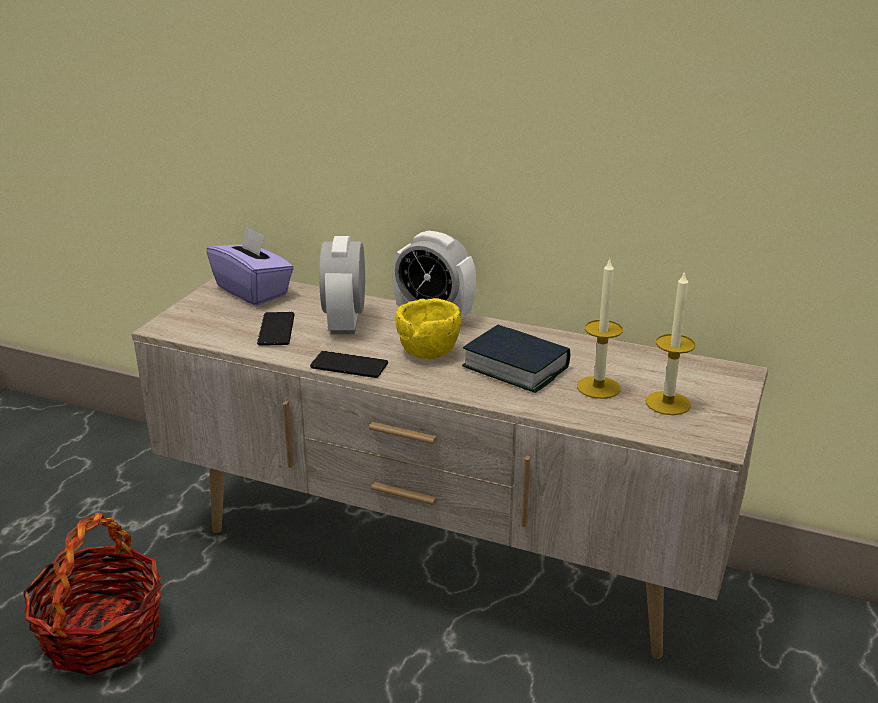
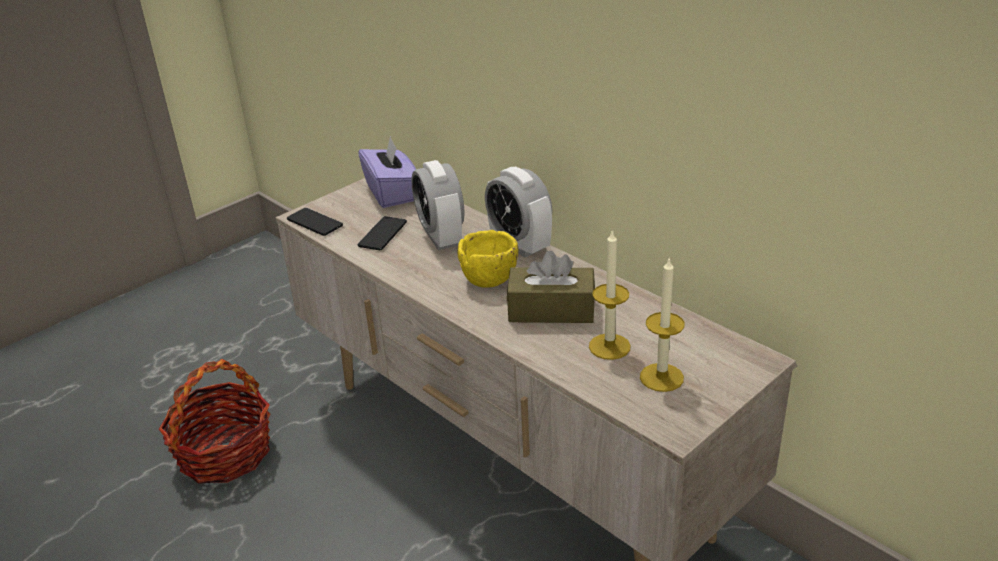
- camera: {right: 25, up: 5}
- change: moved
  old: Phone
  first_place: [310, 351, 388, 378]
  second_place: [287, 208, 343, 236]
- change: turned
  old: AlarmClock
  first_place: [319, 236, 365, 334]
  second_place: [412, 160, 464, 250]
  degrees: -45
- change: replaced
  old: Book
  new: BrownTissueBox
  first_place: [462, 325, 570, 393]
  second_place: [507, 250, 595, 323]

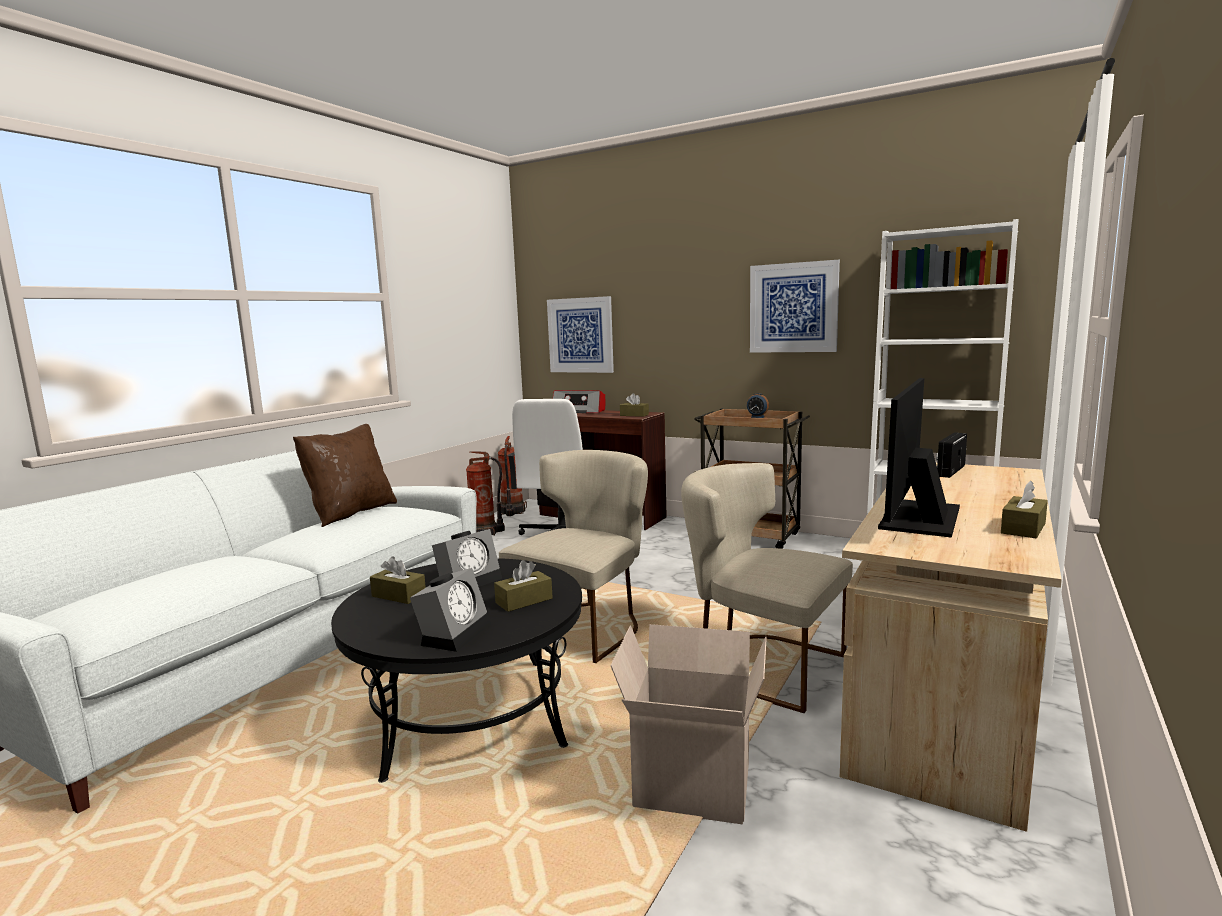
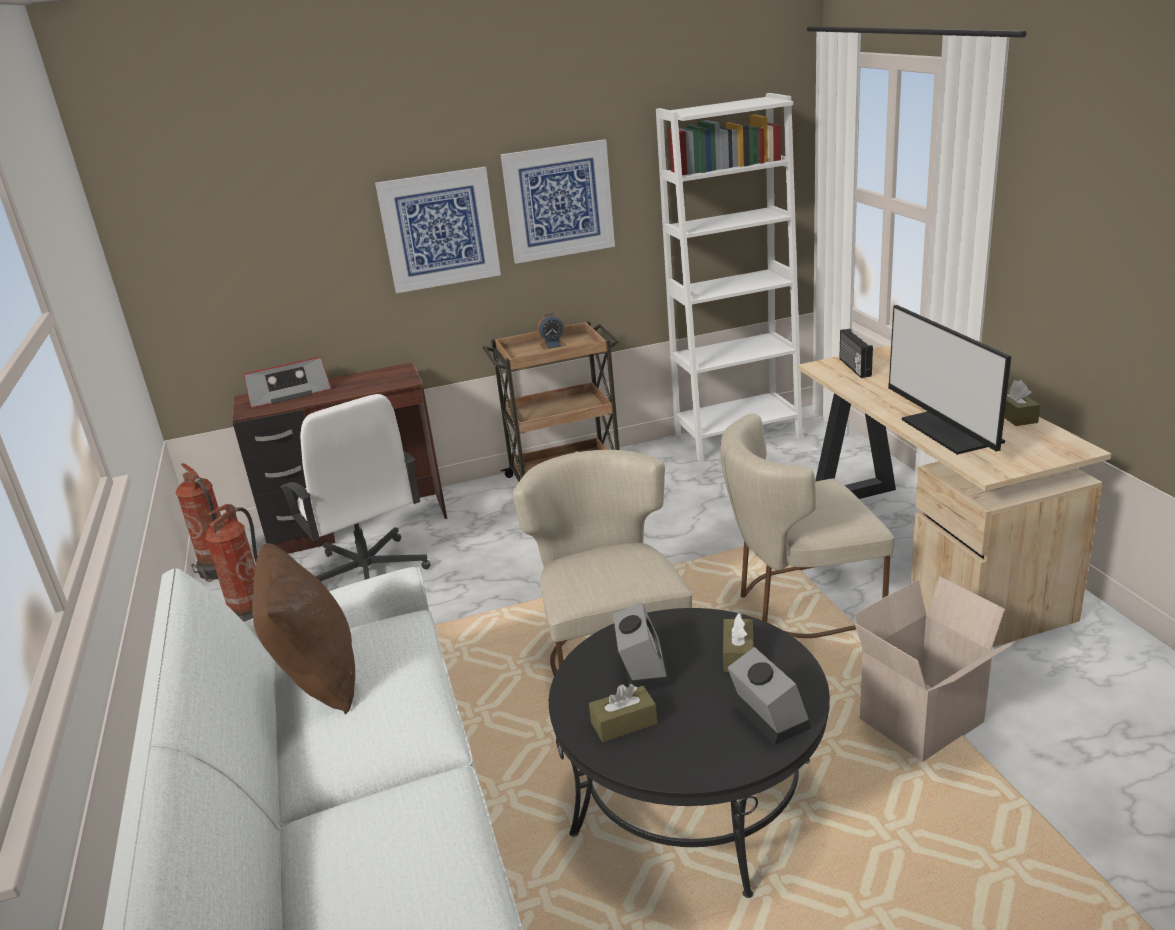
- camera: {right: -45, up: 15}
- change: moved
  old: Picture
  first_place: [547, 296, 614, 373]
  second_place: [375, 167, 501, 293]
- change: removed
  old: BrownTissueBox
  first_place: [620, 393, 649, 417]

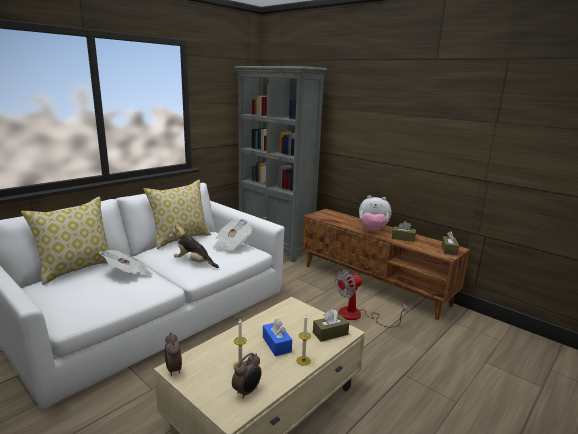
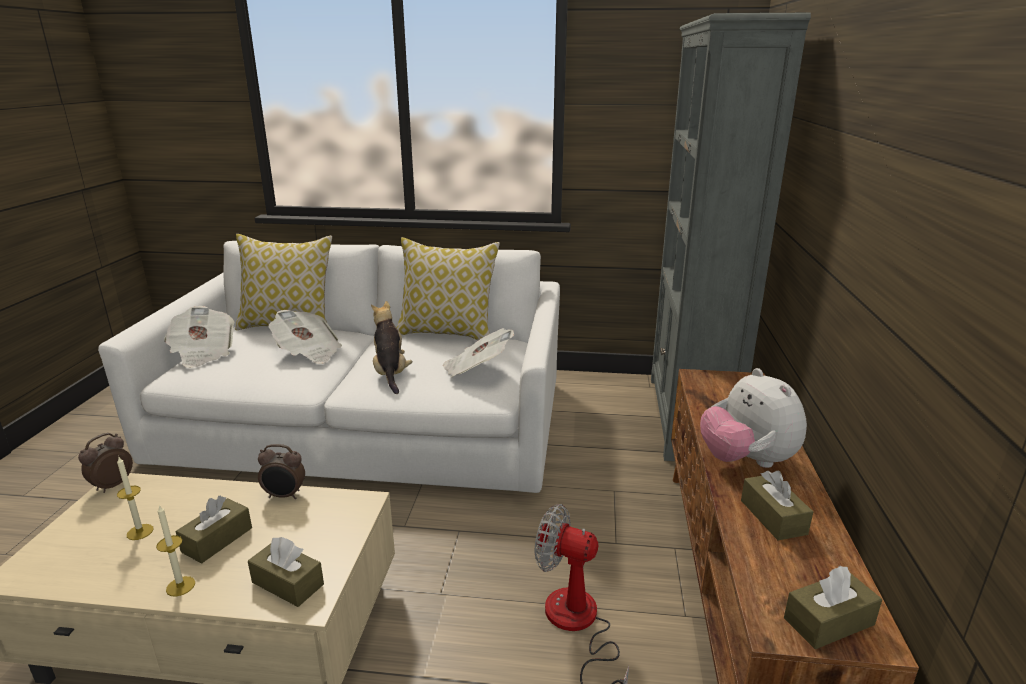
- camera: {right: 55, up: 5}
- change: added
  new: Newspaper
  second_place: [164, 306, 235, 368]
- change: recoloured
  old: BlueTissueBox
  new: BrownTissueBox
  first_place: [263, 318, 292, 356]
  second_place: [176, 496, 252, 563]
- change: moved
  old: AlarmClock
  first_place: [232, 353, 261, 399]
  second_place: [258, 444, 305, 499]

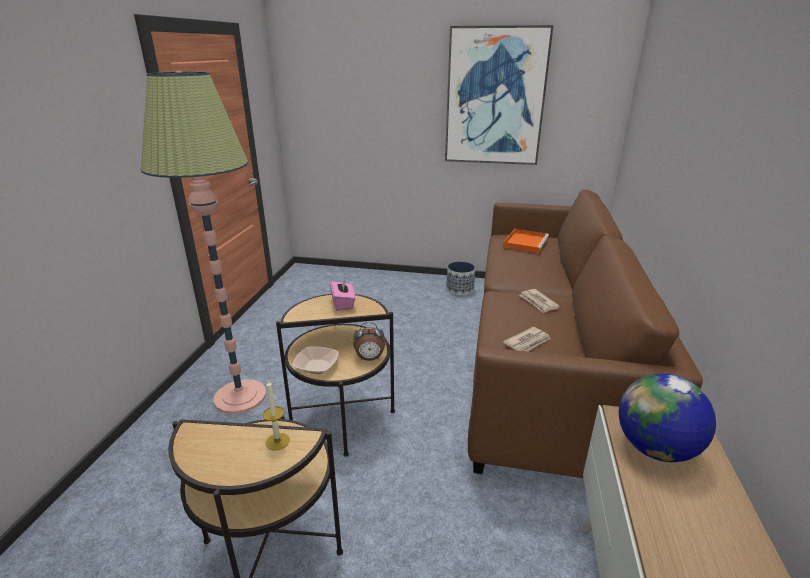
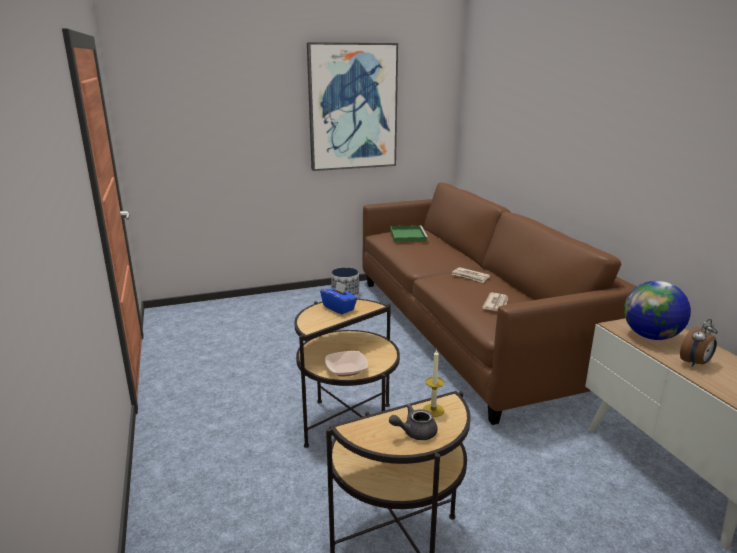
- camera: {right: -30, up: -5}
- change: recoloured
  old: PinkTissueBox
  new: BlueTissueBox
  first_place: [330, 278, 355, 311]
  second_place: [320, 281, 357, 314]
- change: added
  new: GreyTeapot
  second_place: [389, 404, 438, 440]
- change: recoloured
  old: OrangeTray
  new: GreenTray
  first_place: [503, 229, 549, 253]
  second_place: [390, 225, 428, 243]
- change: moved
  old: AlarmClock
  first_place: [353, 322, 385, 361]
  second_place: [680, 319, 718, 367]
- change: removed
  old: FloorLamp
  first_place: [140, 71, 266, 414]

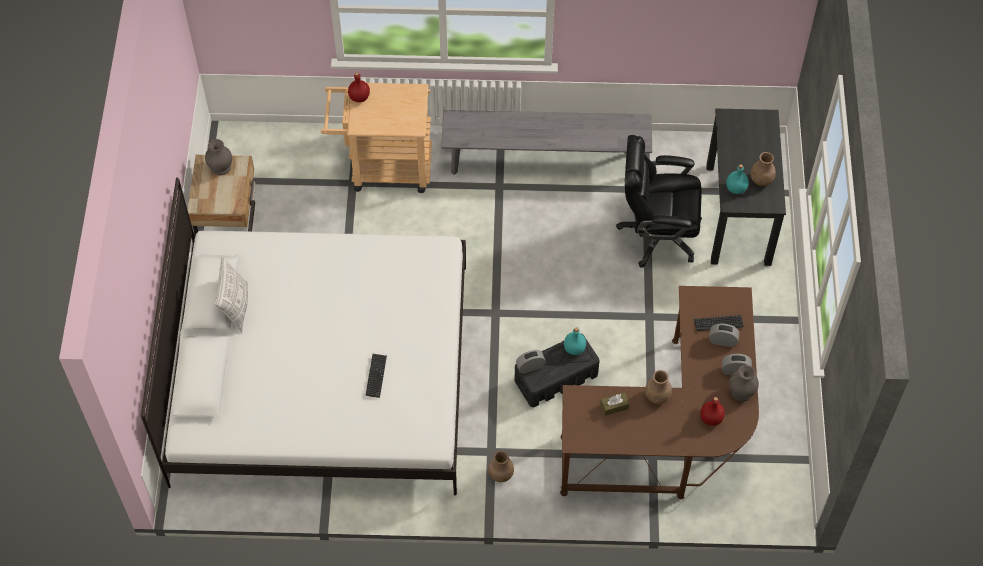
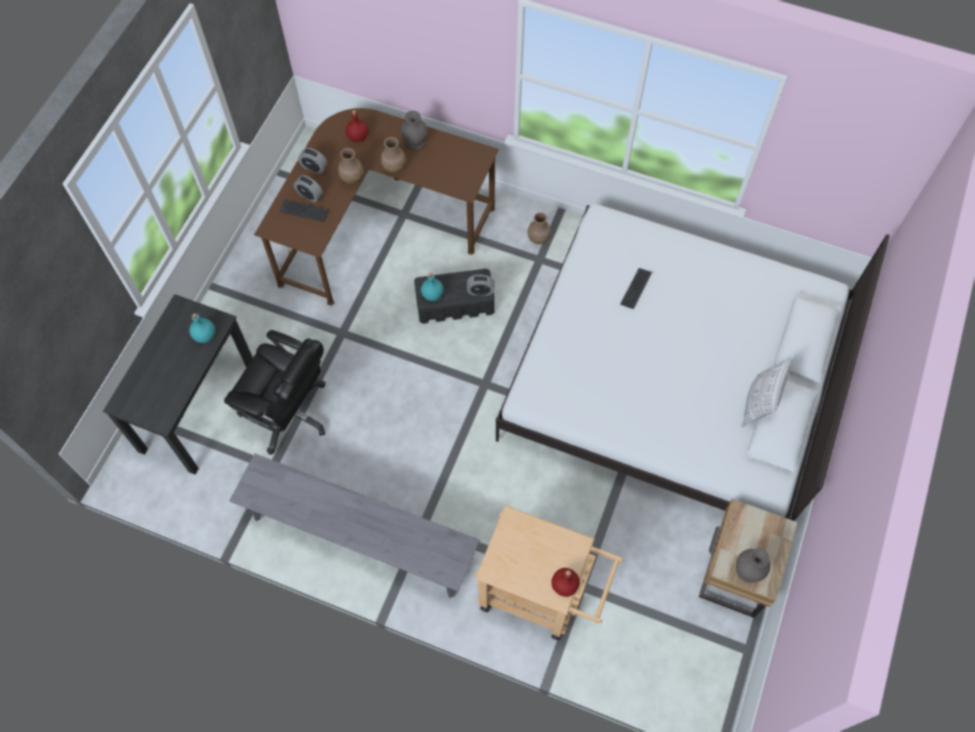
- camera: {right: -160, up: 5}
- change: moved
  old: BrownVase
  first_place: [750, 152, 776, 186]
  second_place: [338, 148, 364, 184]
- change: moved
  old: GreyVase
  first_place: [729, 365, 759, 402]
  second_place: [401, 111, 428, 150]
- change: removed
  old: BrownTissueBox
  first_place: [600, 393, 629, 416]

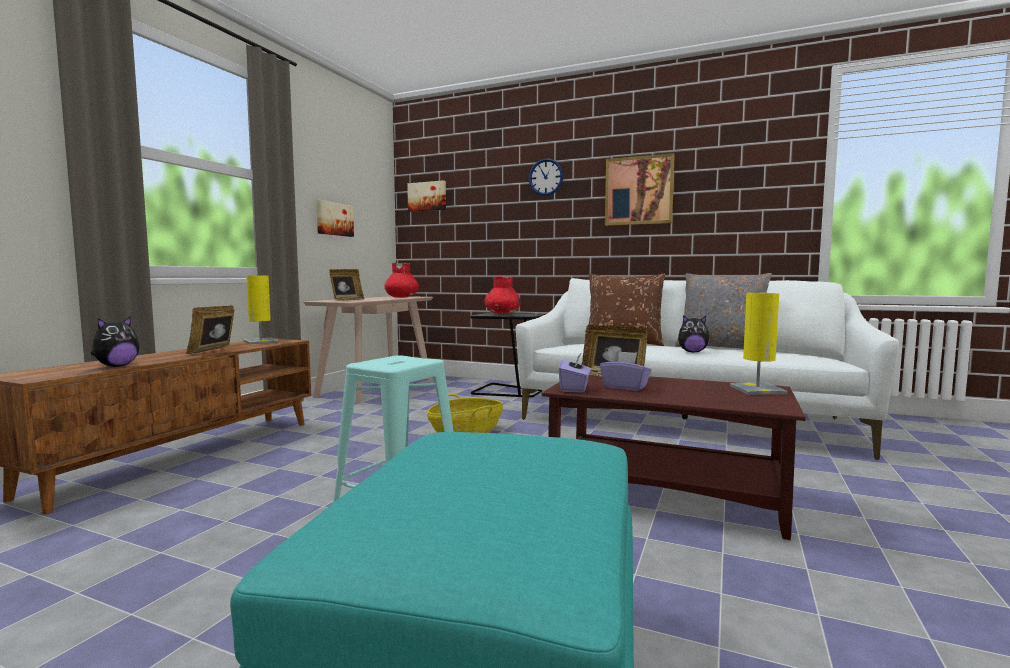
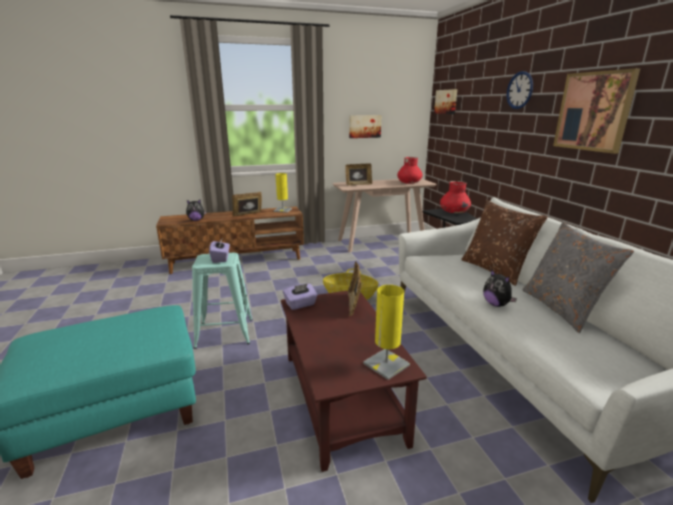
- camera: {right: 50, up: 15}
- change: moved
  old: PurpleTissueBox
  first_place: [600, 351, 651, 391]
  second_place: [209, 237, 230, 263]

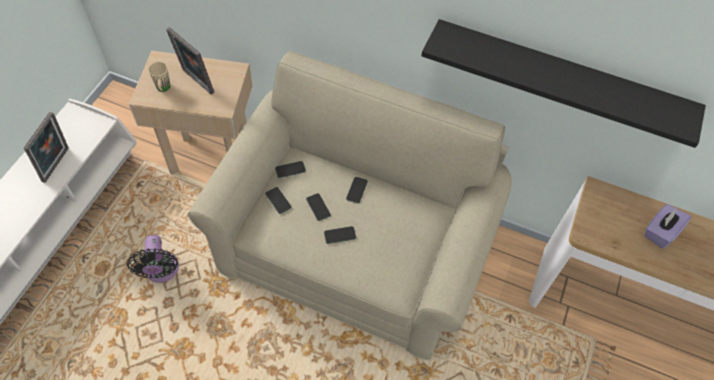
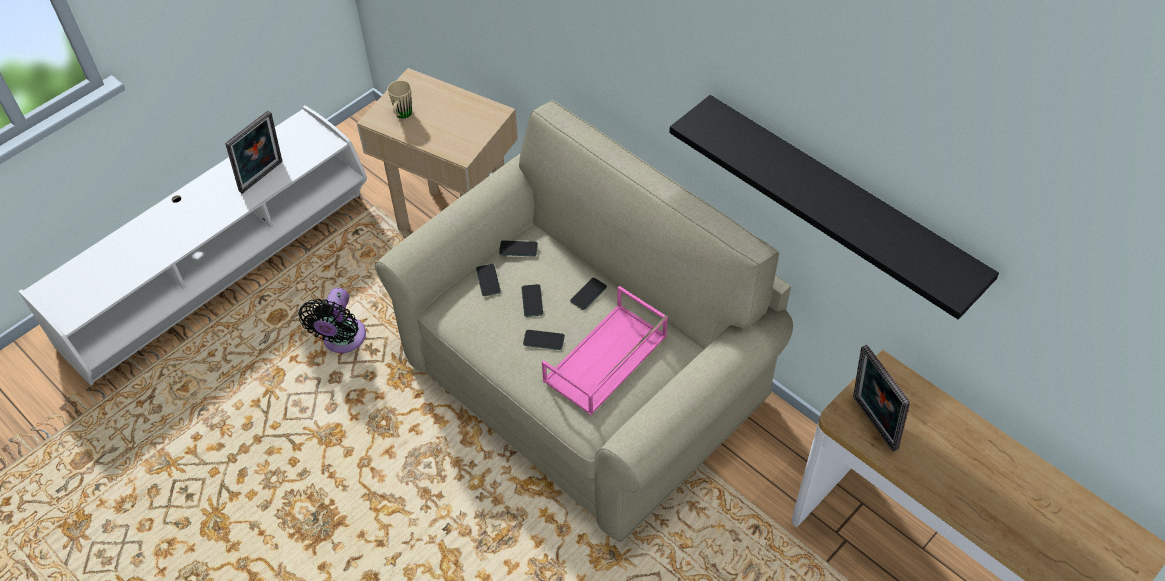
- camera: {right: 25, up: -5}
- change: added
  new: PinkTray
  second_place: [542, 286, 668, 416]
- change: moved
  old: PictureFrame
  first_place: [166, 27, 215, 95]
  second_place: [853, 345, 910, 452]
- change: removed
  old: PurpleTissueBox
  first_place: [645, 204, 691, 248]

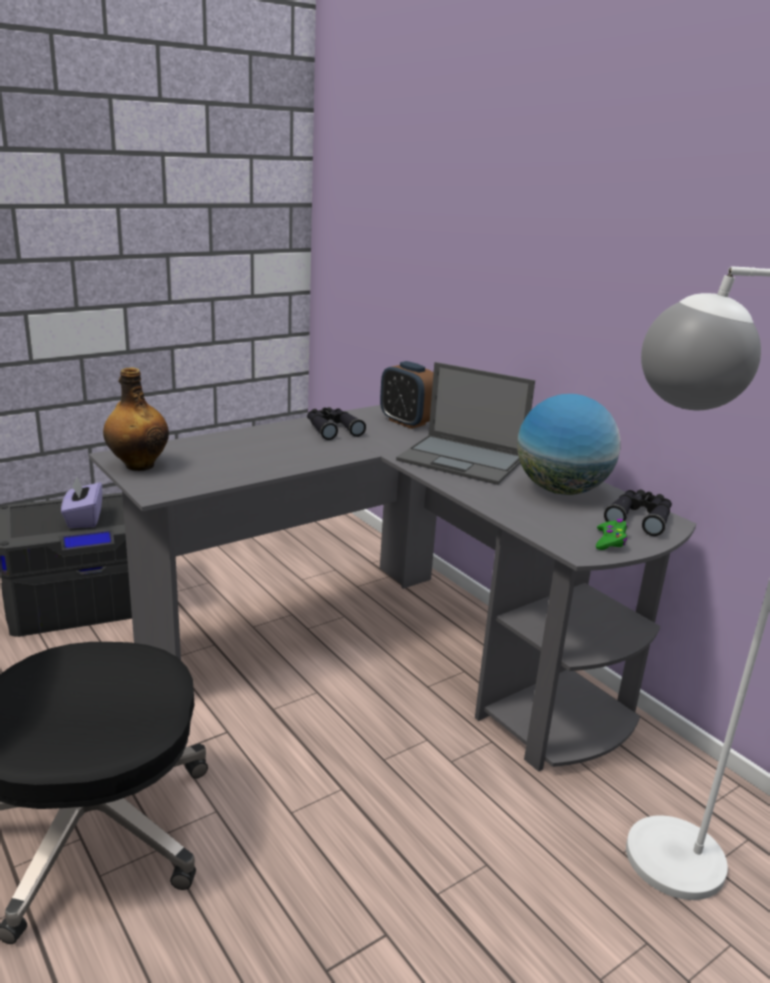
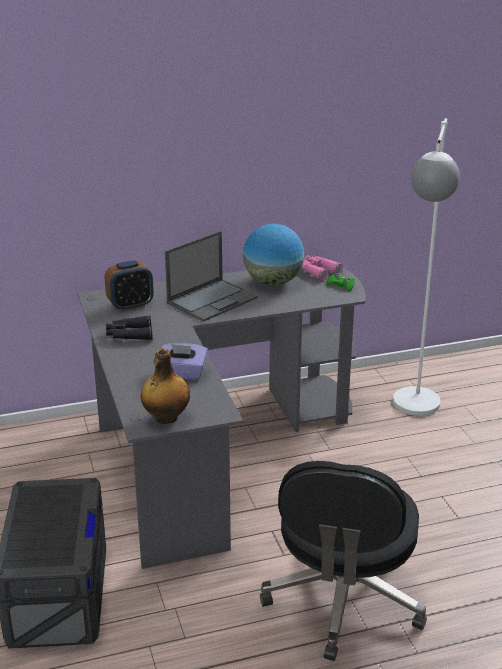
- camera: {right: -70, up: 5}
- change: moved
  old: PurpleTissueBox
  first_place: [61, 477, 102, 528]
  second_place: [161, 343, 208, 380]
- change: recoloured
  old: BlackBinoculars
  new: PinkBinoculars
  first_place: [604, 489, 672, 536]
  second_place: [301, 255, 343, 281]

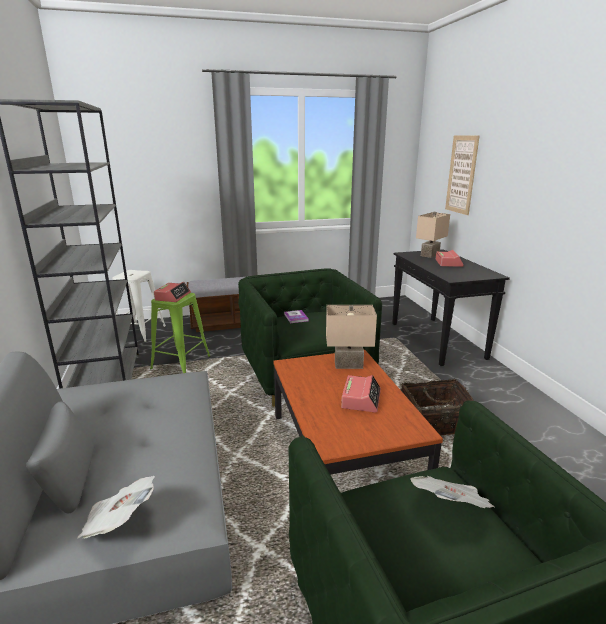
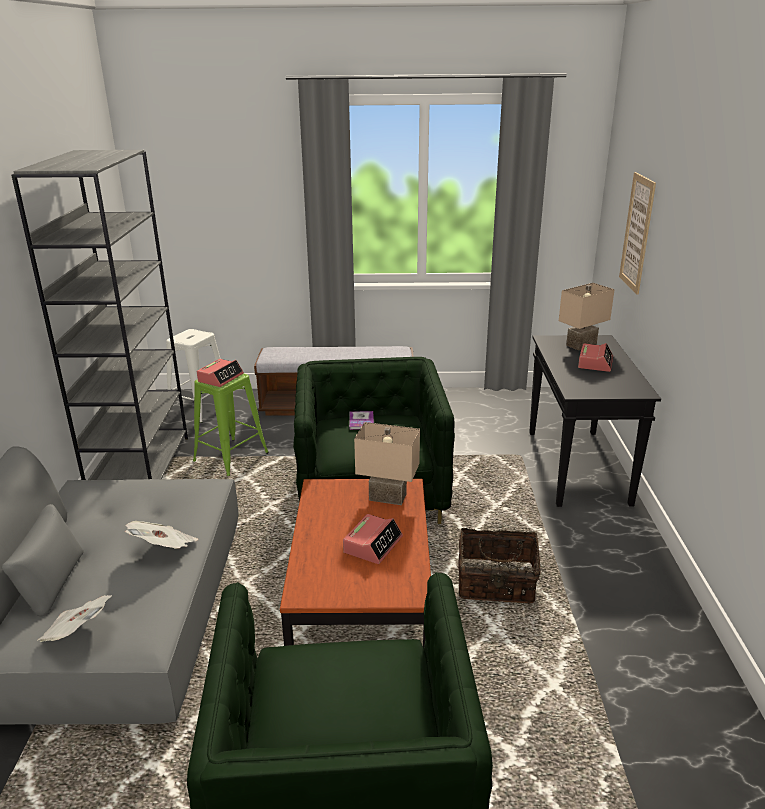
- camera: {right: 15, up: 5}
- change: moved
  old: Newspaper
  first_place: [411, 476, 495, 508]
  second_place: [125, 521, 198, 549]

